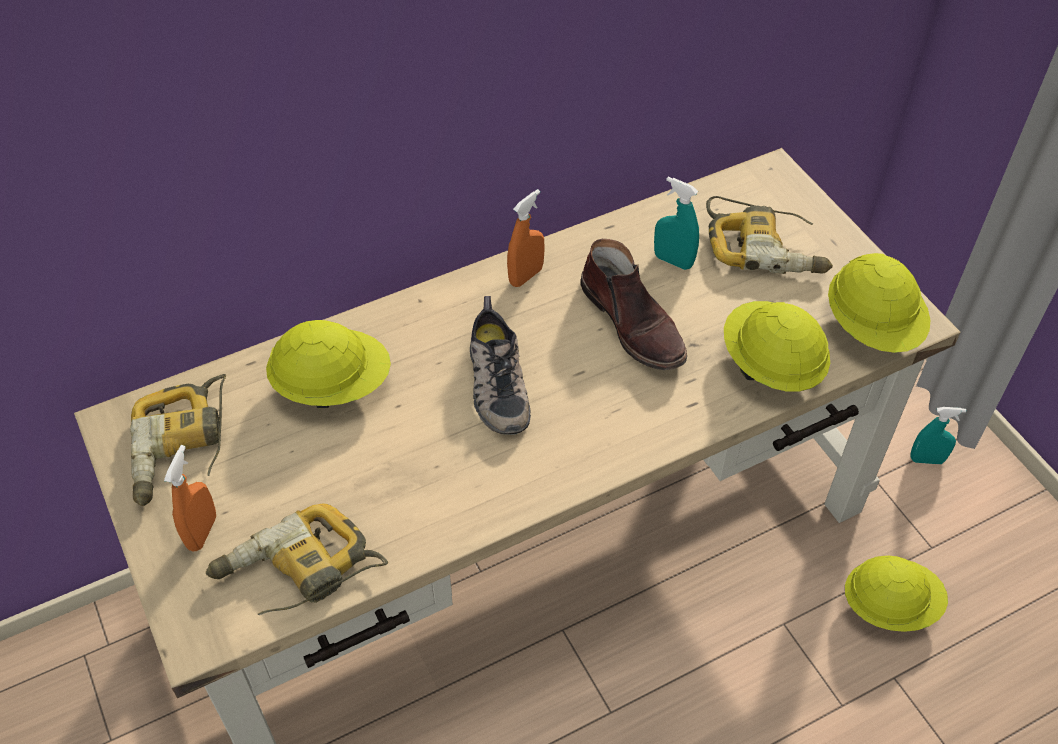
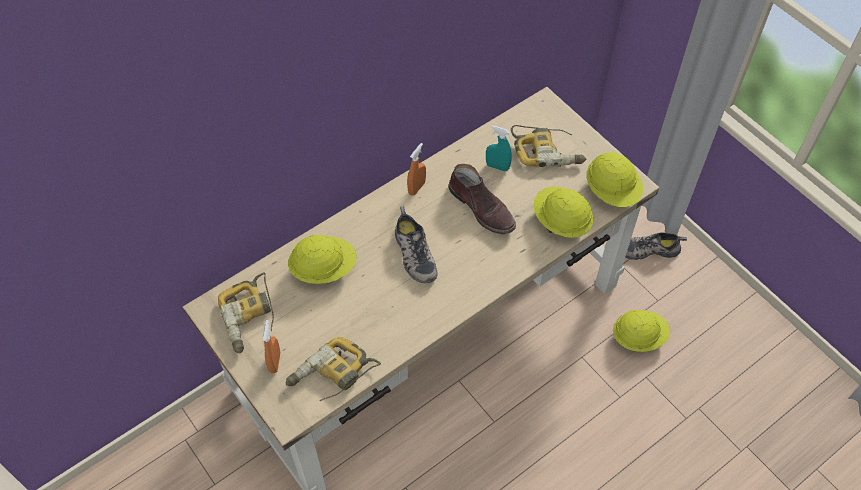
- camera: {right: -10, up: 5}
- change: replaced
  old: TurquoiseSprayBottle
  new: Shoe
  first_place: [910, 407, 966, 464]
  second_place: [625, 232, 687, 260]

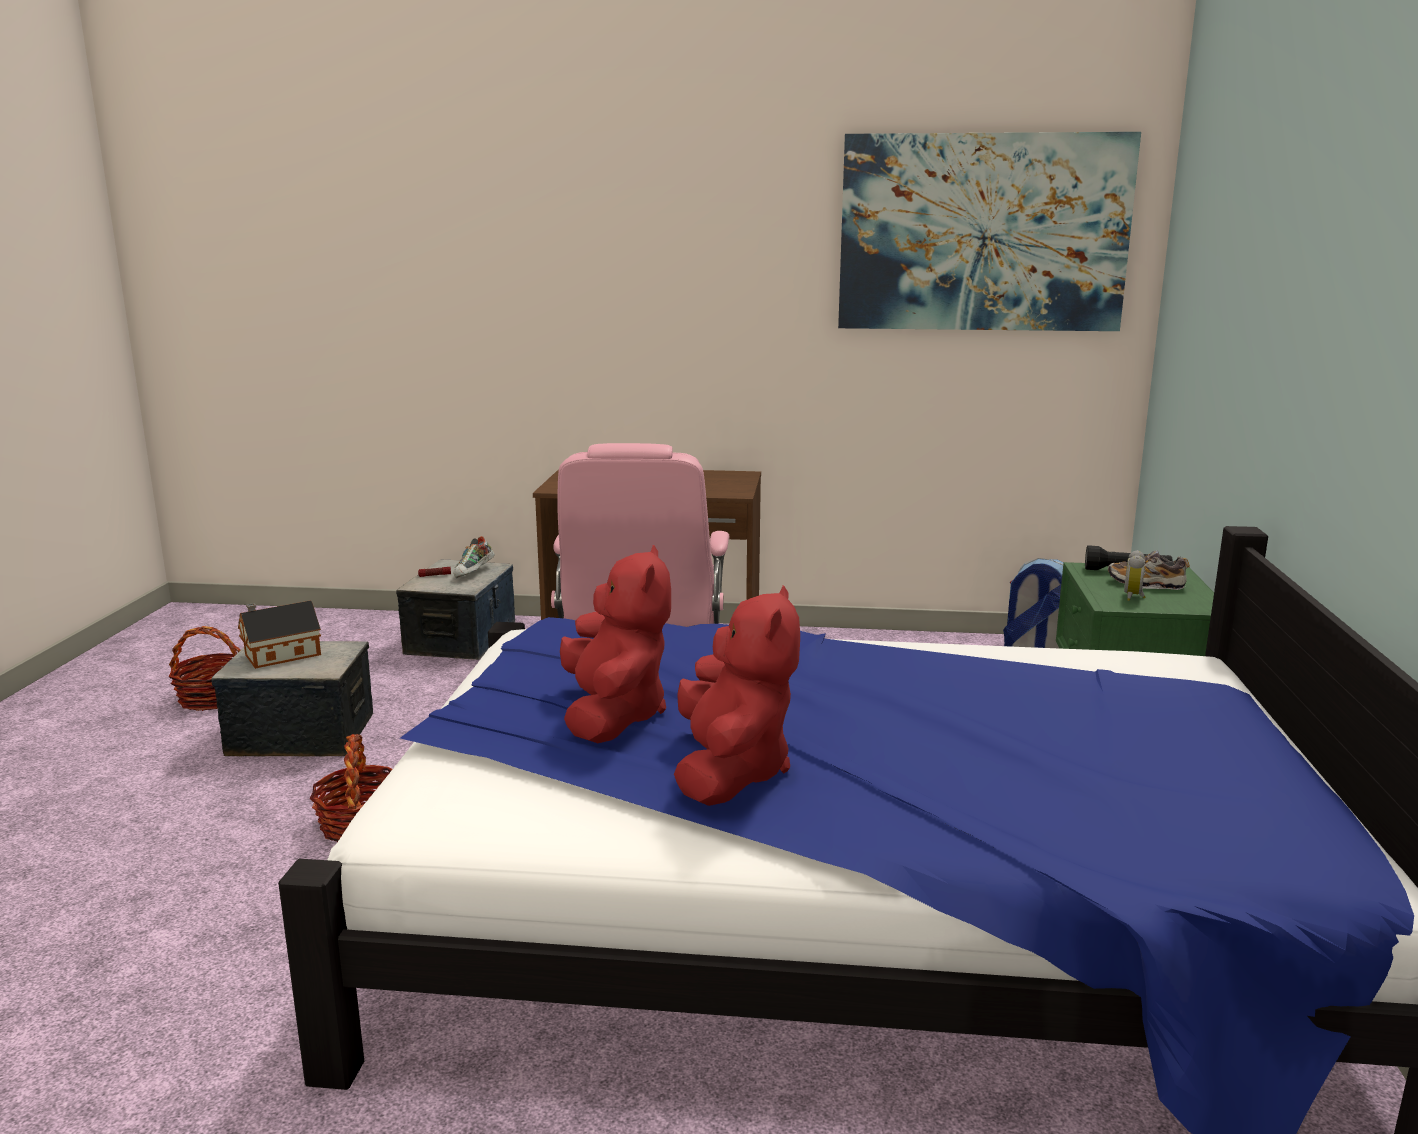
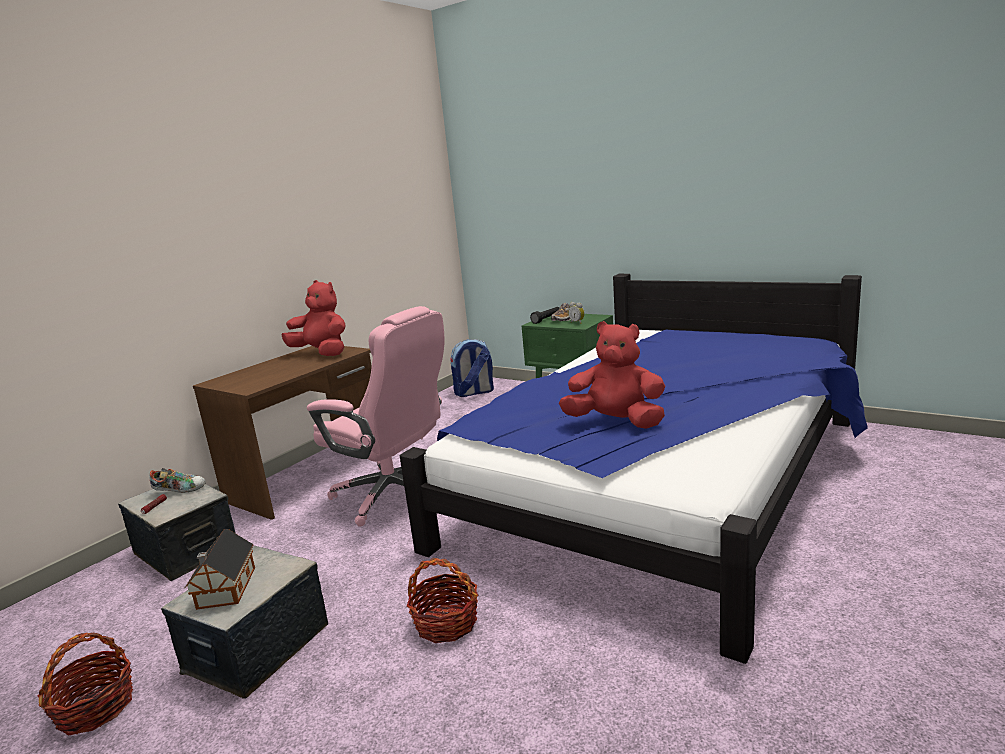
- camera: {right: -60, up: 0}
- change: turned
  old: Shoe
  first_place: [453, 536, 495, 579]
  second_place: [149, 468, 206, 493]
  degrees: -60
- change: moved
  old: RedPlushToy
  first_place: [674, 585, 800, 806]
  second_place: [282, 280, 345, 356]
- change: removed
  old: Picture
  first_place: [838, 132, 1141, 331]

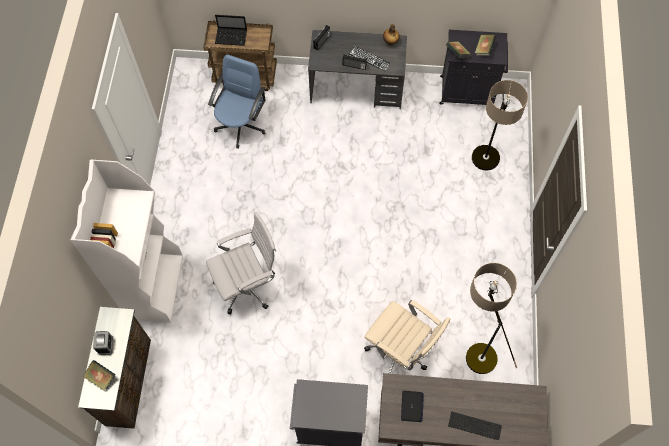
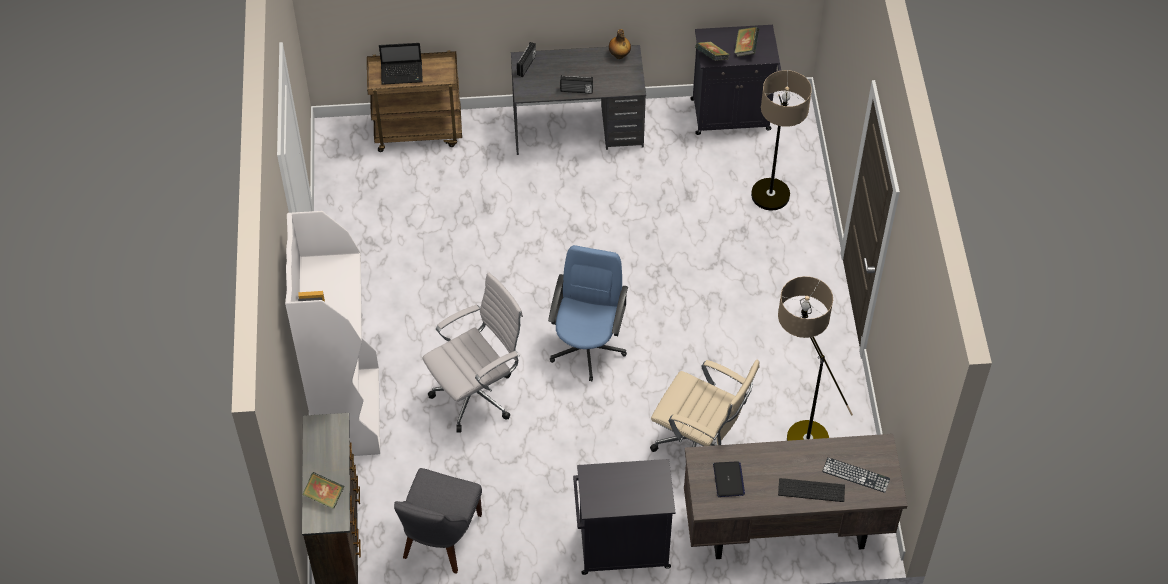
- camera: {right: -10, up: -10}
- change: added
  new: GreyChair
  second_place: [394, 468, 482, 574]
- change: moved
  old: BlueOfficeChair
  first_place: [208, 54, 266, 149]
  second_place: [548, 245, 628, 381]
- change: moved
  old: Keyboard
  first_place: [349, 46, 391, 71]
  second_place: [822, 457, 890, 493]
- change: removed
  old: AlarmClock
  first_place: [93, 331, 113, 355]

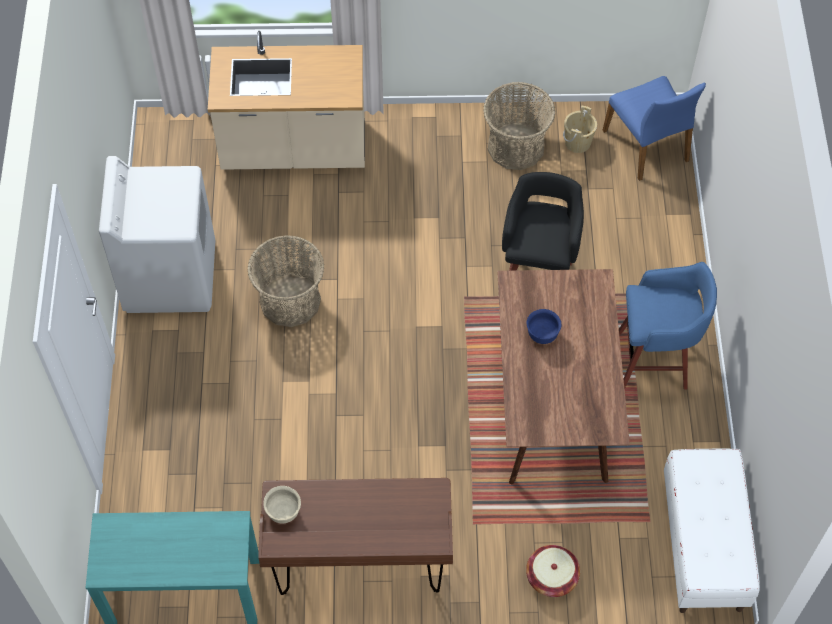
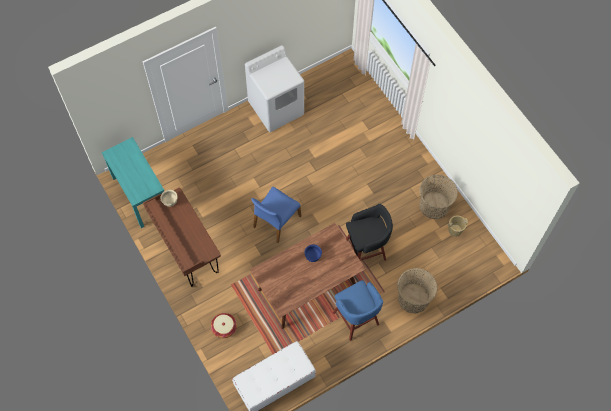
- camera: {right: 60, up: 5}
- change: moved
  old: BlueChair
  first_place: [603, 76, 706, 181]
  second_place: [251, 187, 301, 243]
- change: moved
  old: Basket
  first_place: [248, 235, 324, 327]
  second_place: [397, 268, 437, 314]
- change: removed
  old: BeigeCounter
  first_place: [208, 31, 365, 170]

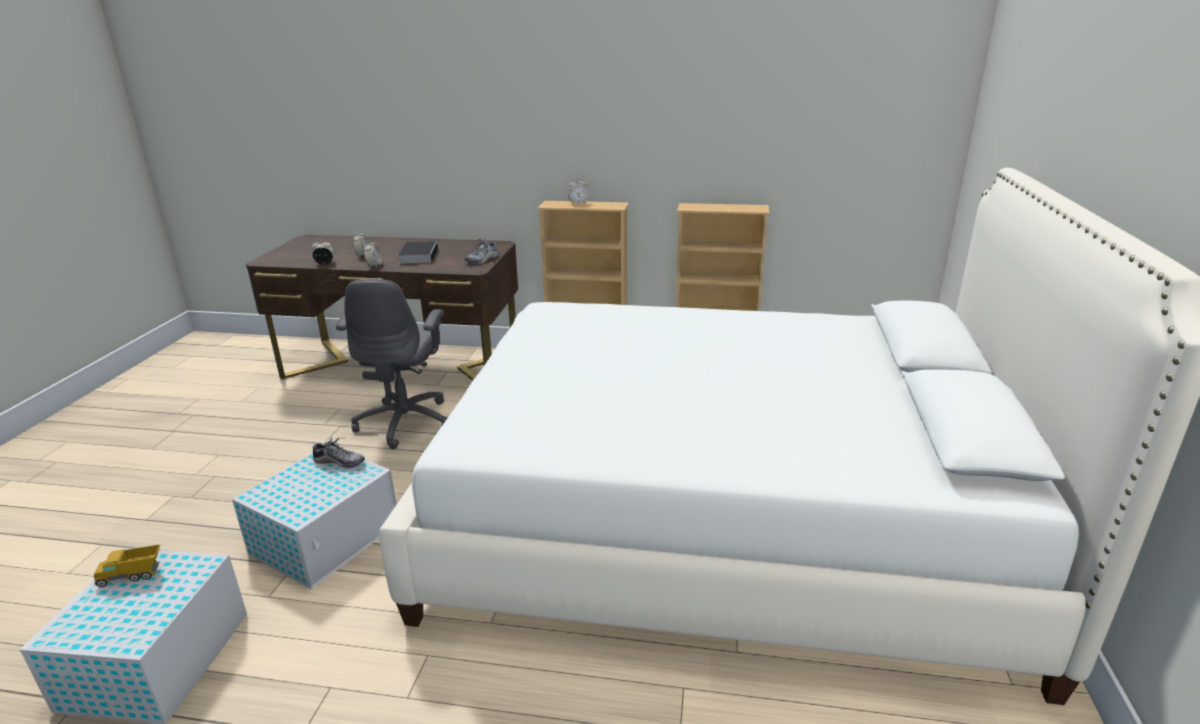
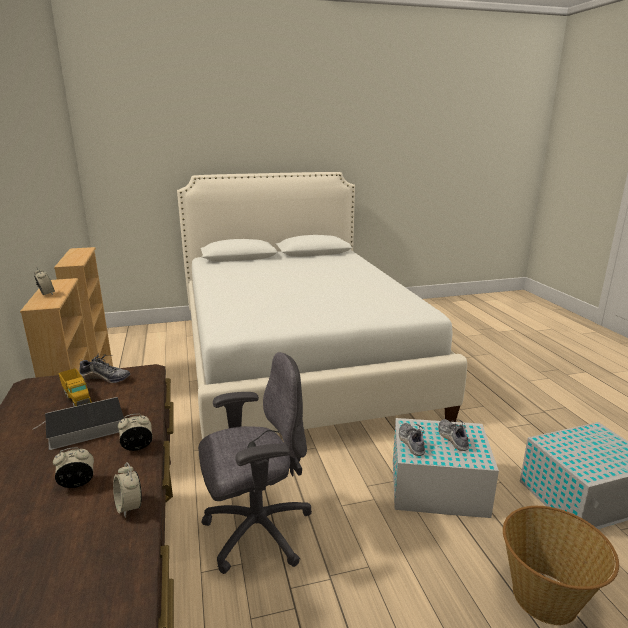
- camera: {right: -115, up: -5}
- change: moved
  old: ToyTruck
  first_place: [94, 544, 160, 587]
  second_place: [58, 368, 92, 407]
- change: added
  new: Shoe
  second_place: [439, 419, 469, 451]
- change: added
  new: Basket
  second_place: [503, 506, 619, 625]

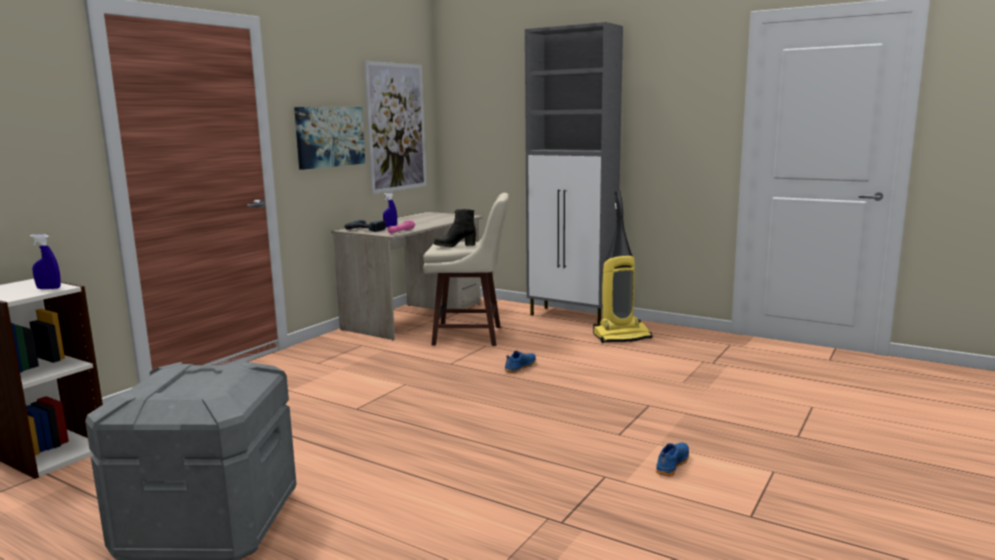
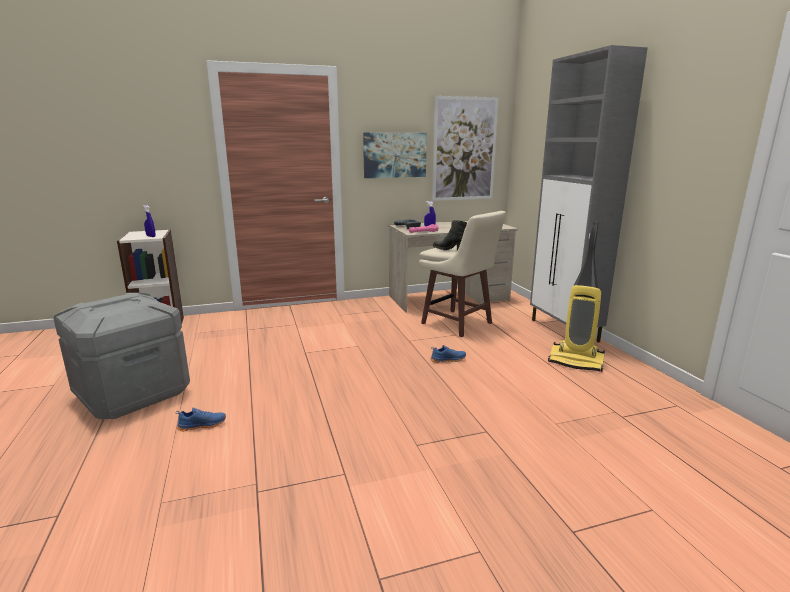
- camera: {right: 40, up: 5}
- change: moved
  old: BlueShoe
  first_place: [656, 442, 689, 476]
  second_place: [176, 408, 226, 431]

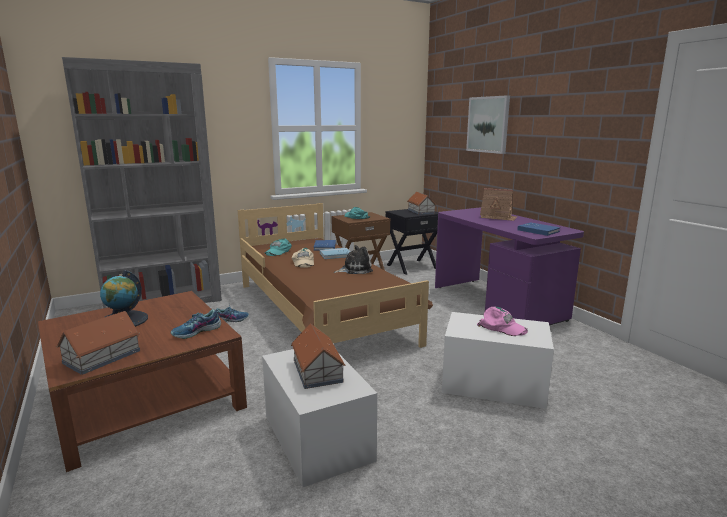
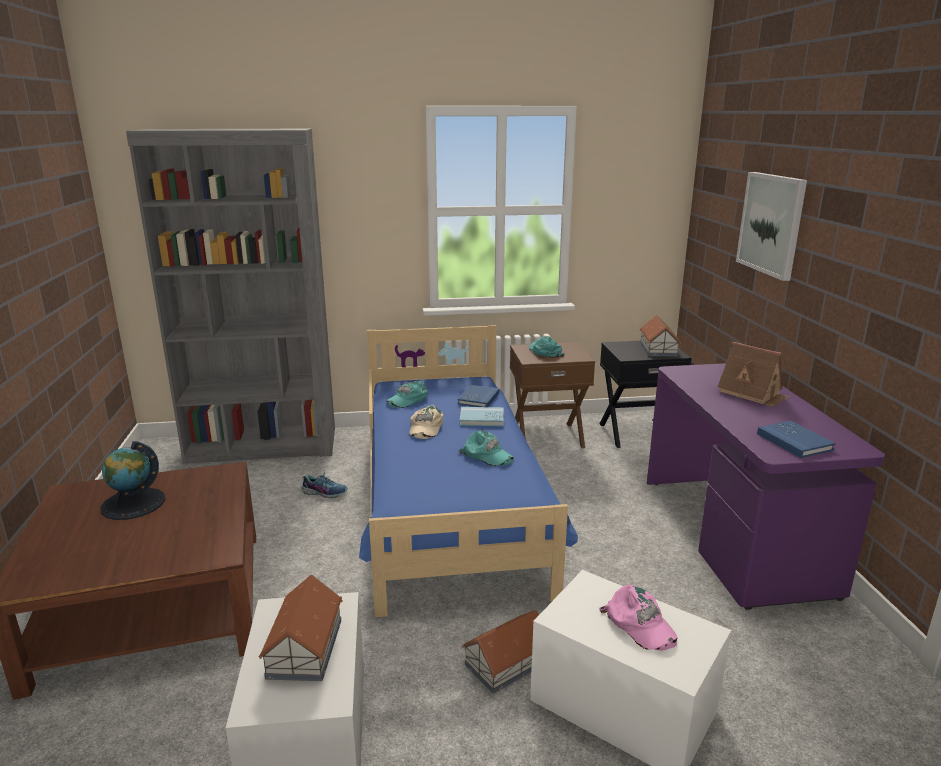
- camera: {right: 20, up: 5}
- change: recoloured
  old: BrownBed
  new: BlueBed
  first_place: [238, 203, 433, 348]
  second_place: [359, 325, 578, 617]
- change: replaced
  old: PlushToy
  new: TurquoiseCap
  first_place: [334, 245, 373, 274]
  second_place: [458, 430, 514, 466]
- change: moved
  old: ToyHouse
  first_place: [56, 311, 140, 375]
  second_place: [462, 610, 539, 694]
- change: removed
  old: Shoe
  first_place: [171, 309, 221, 339]

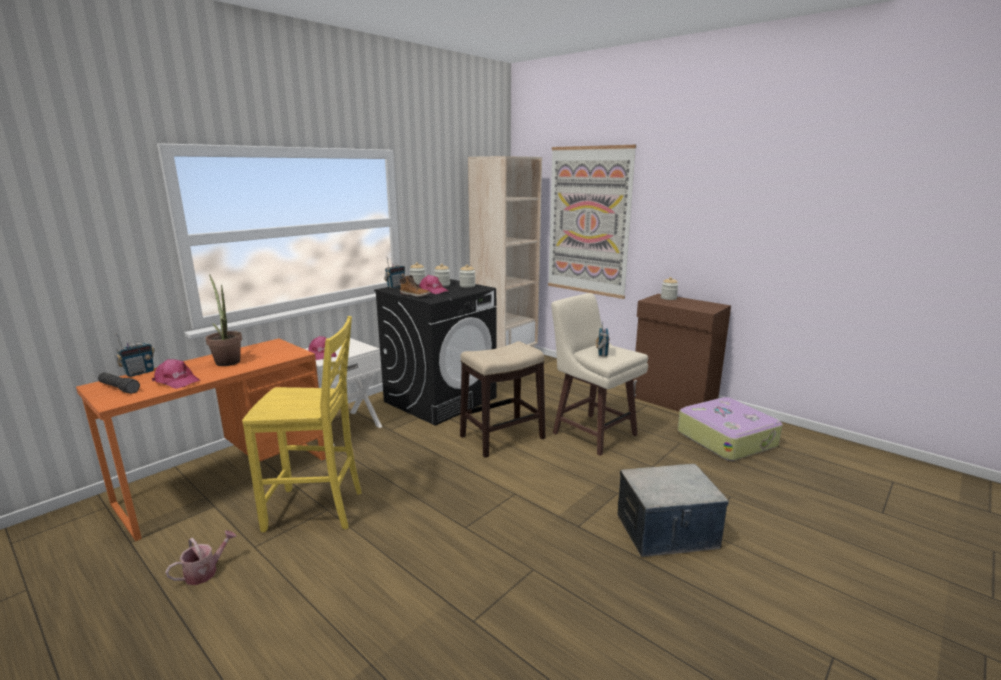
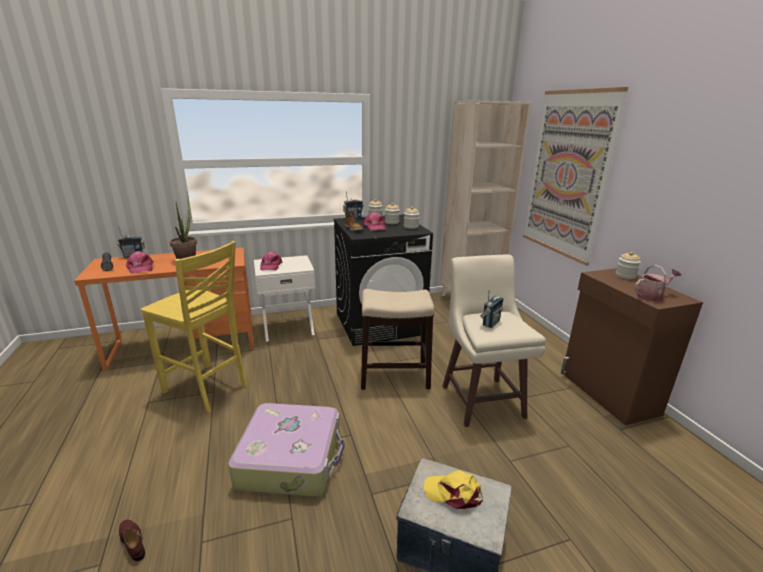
- camera: {right: 30, up: 5}
- change: added
  new: BrownShoe
  second_place: [119, 520, 145, 561]
- change: moved
  old: Suitcase
  first_place: [678, 397, 783, 461]
  second_place: [228, 403, 345, 497]
- change: added
  new: YellowCap
  second_place: [424, 470, 483, 509]
- change: moved
  old: WateringCan
  first_place: [165, 530, 237, 585]
  second_place: [635, 265, 681, 301]

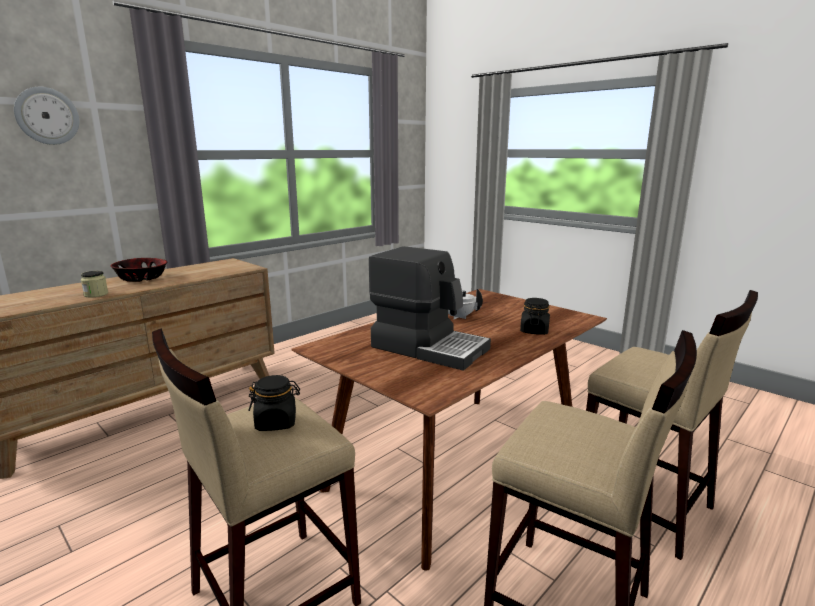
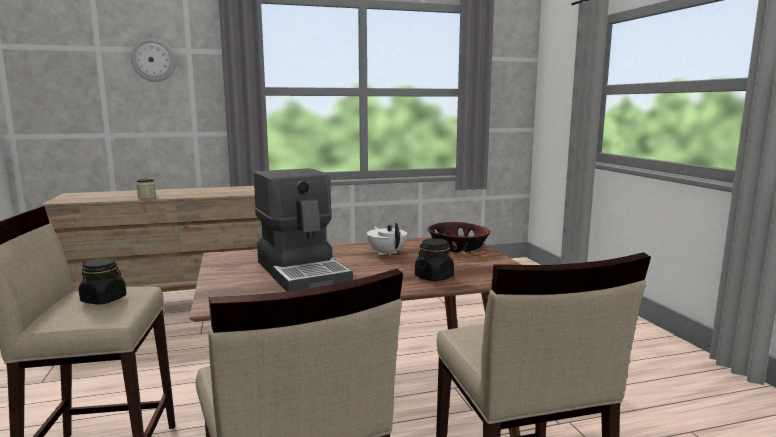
- camera: {right: 30, up: -5}
- change: moved
  old: Bowl
  first_place: [110, 258, 167, 282]
  second_place: [427, 222, 490, 252]

